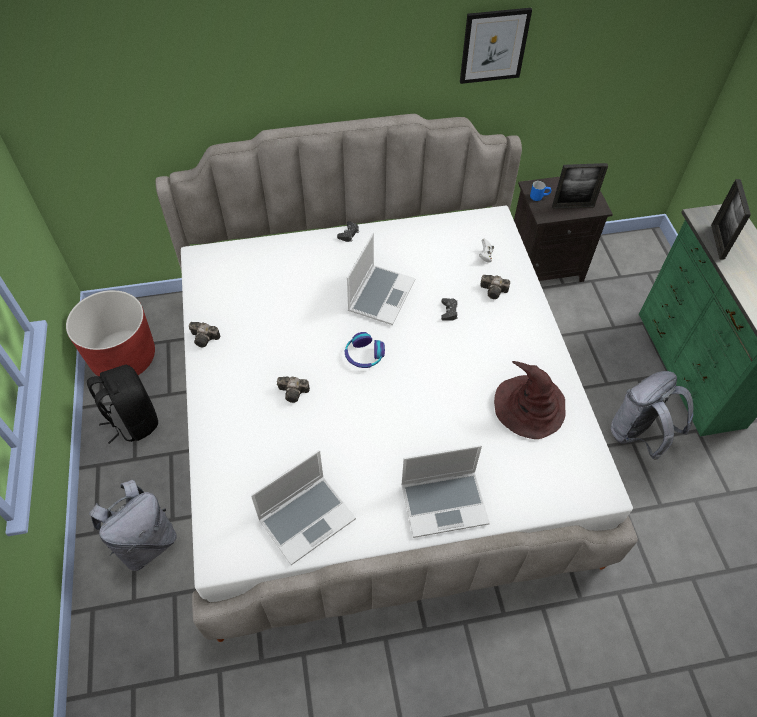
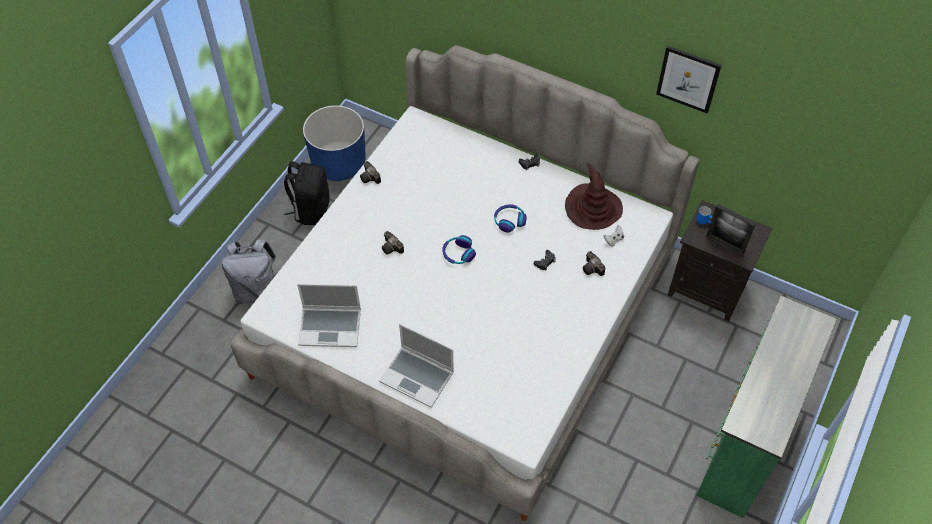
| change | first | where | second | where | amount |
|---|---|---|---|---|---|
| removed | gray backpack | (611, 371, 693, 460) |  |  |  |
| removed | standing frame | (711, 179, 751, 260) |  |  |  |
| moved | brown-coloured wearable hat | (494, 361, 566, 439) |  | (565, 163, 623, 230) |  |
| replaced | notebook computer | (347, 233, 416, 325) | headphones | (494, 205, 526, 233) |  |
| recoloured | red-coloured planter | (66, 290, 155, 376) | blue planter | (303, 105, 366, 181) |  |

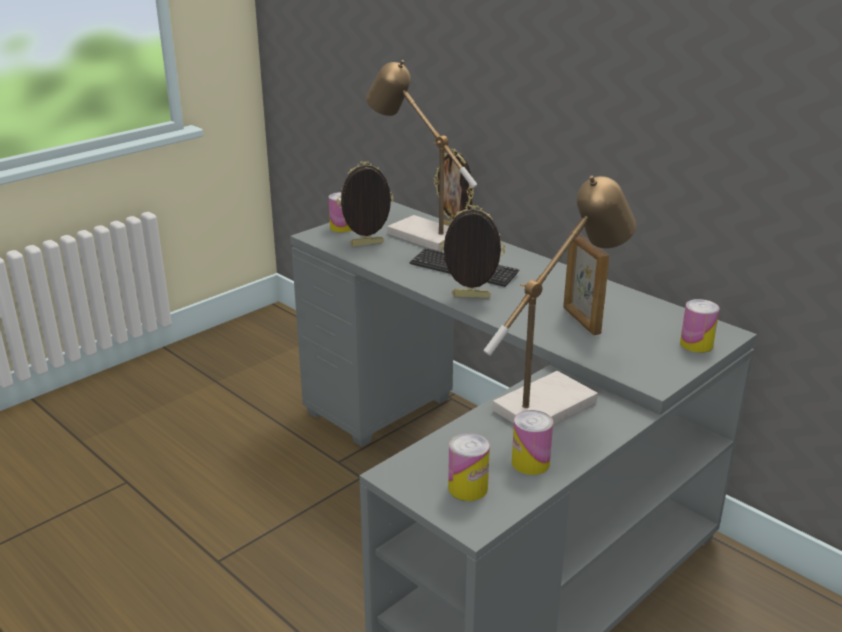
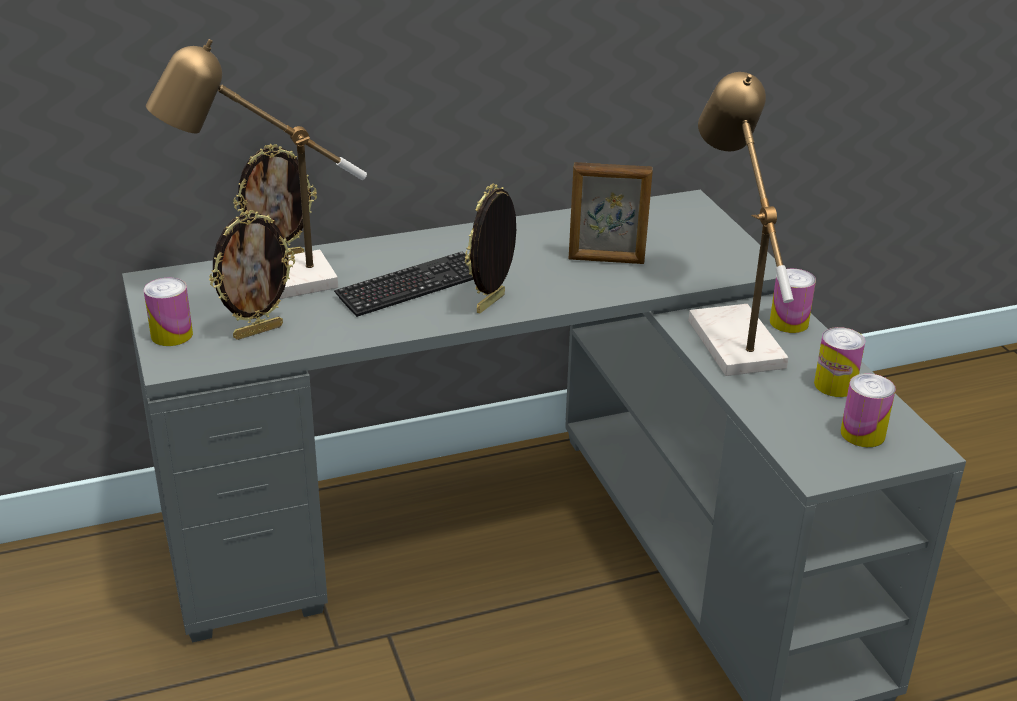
| change | first | where | second | where | amount |
|---|---|---|---|---|---|
| moved | metal can | (680, 299, 720, 353) |  | (770, 269, 816, 333) |  |
| turned | standing frame | (337, 161, 394, 246) |  | (209, 210, 295, 340) | 135 degrees counterclockwise |

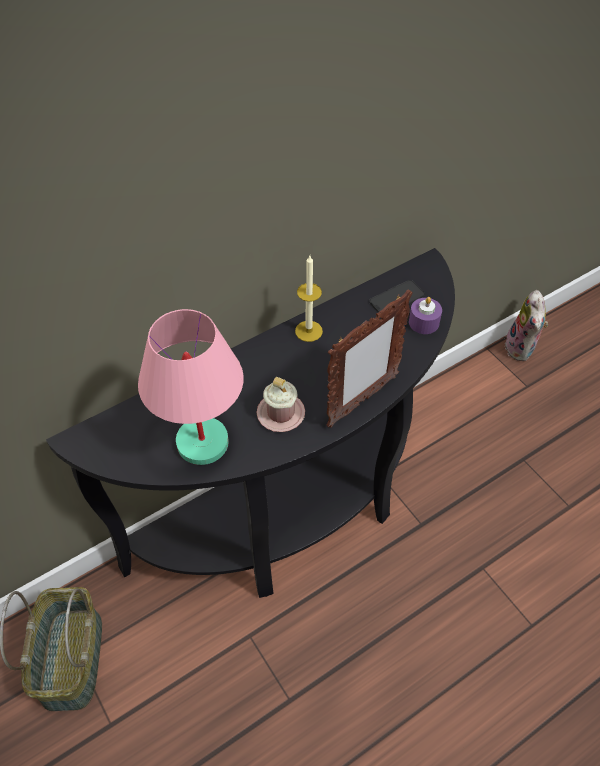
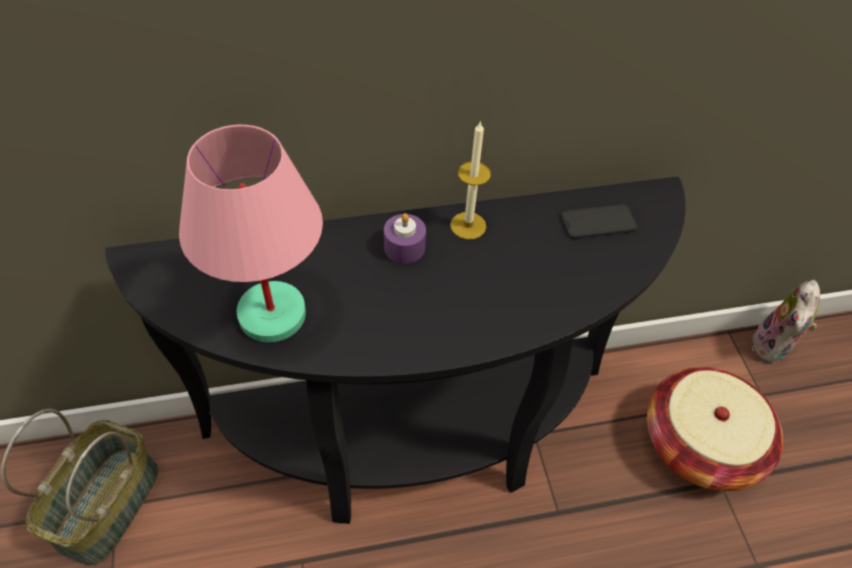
| change | first | where | second | where | amount |
|---|---|---|---|---|---|
| removed | pink mug | (257, 377, 305, 432) |  |  |  |
| removed | standing frame | (326, 289, 413, 427) |  |  |  |
| added |  |  | storage basket | (647, 367, 783, 491) |  |
| moved | purple wax candle | (409, 297, 442, 334) |  | (384, 213, 426, 264) |  |

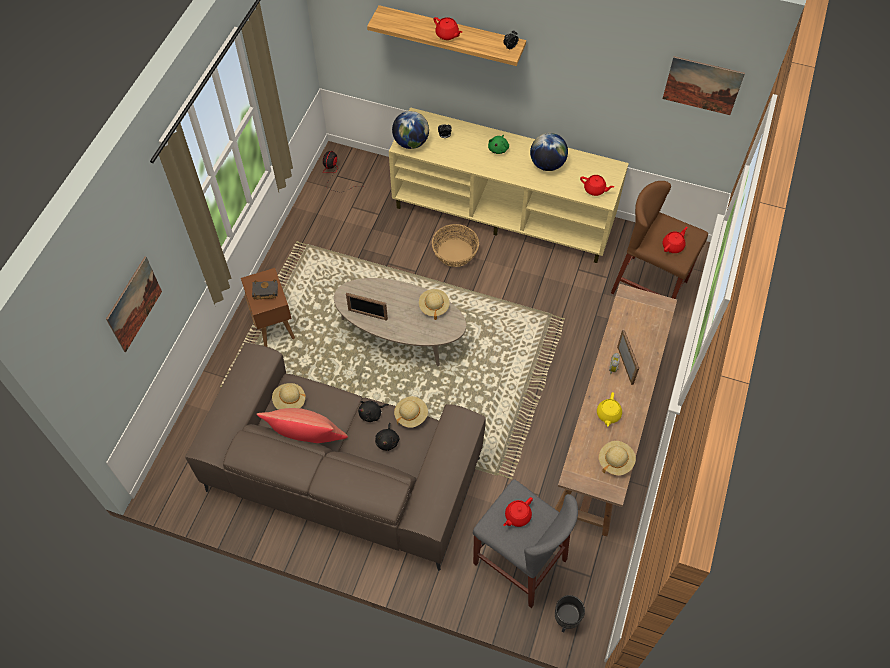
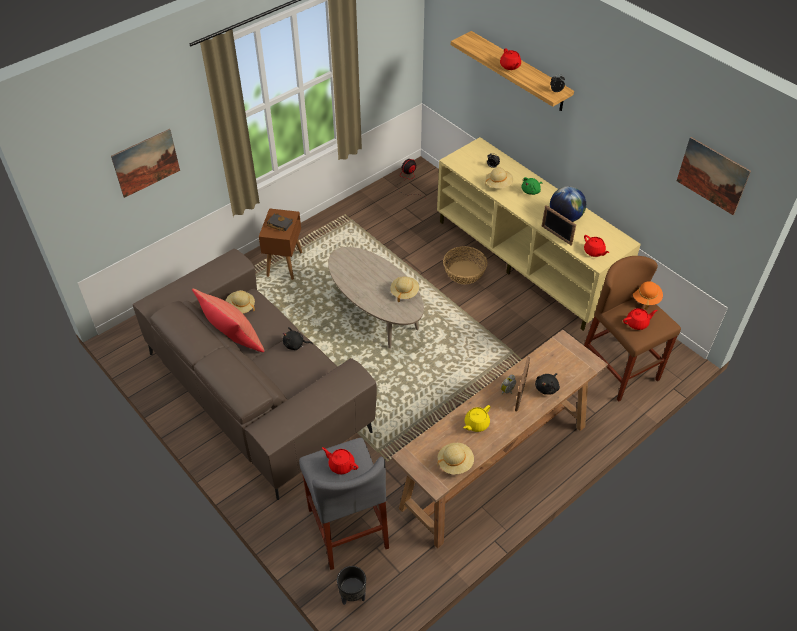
| change | first | where | second | where | amount |
|---|---|---|---|---|---|
| removed | desk globe | (392, 111, 429, 149) |  |  |  |
| added |  |  | orange wearable hat | (633, 281, 663, 310) |  |
| moved | standing frame | (346, 293, 388, 320) |  | (542, 205, 576, 245) |  |
| moved | black-coloured soft toy | (375, 423, 400, 451) |  | (535, 373, 560, 395) |  |
| moved | sand-coloured wearable hat | (394, 396, 428, 428) |  | (485, 168, 513, 189) |  |
| turned | red-coloured tea pot | (503, 497, 533, 527) |  | (322, 447, 358, 474) | 45 degrees clockwise |

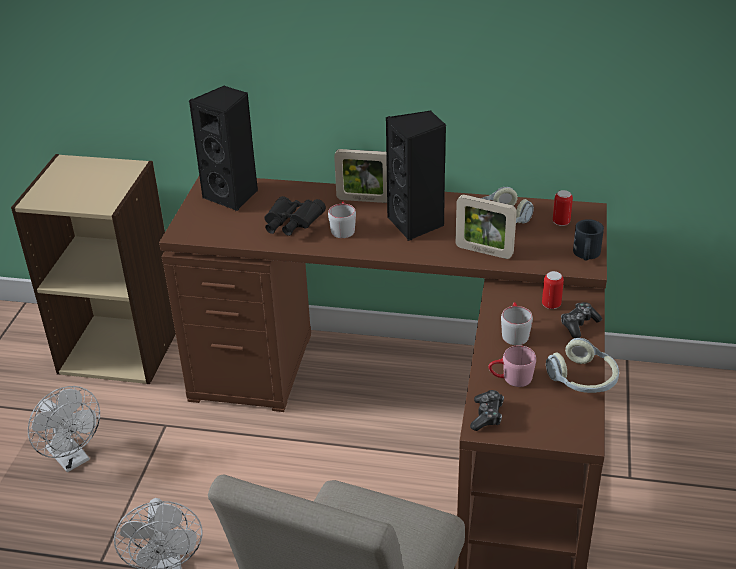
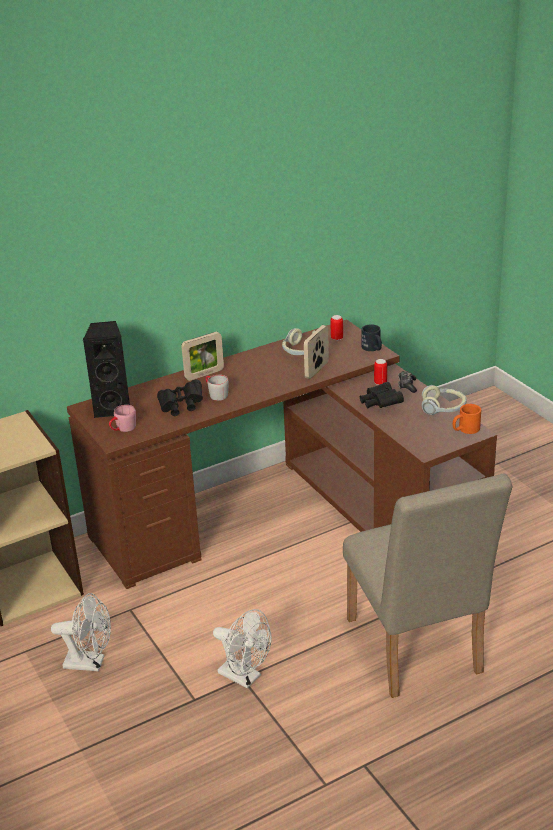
| change | first | where | second | where | amount |
|---|---|---|---|---|---|
| removed | black-coloured loudspeaker | (386, 110, 447, 241) |  |  |  |
| removed | joypad | (470, 390, 504, 431) |  |  |  |
| added |  |  | orange mug | (453, 404, 481, 434) |  |
| moved | pink mug | (489, 345, 536, 387) |  | (109, 405, 136, 432) |  |
| replaced | gray mug | (501, 302, 533, 345) | black-coloured pair of binoculars | (360, 382, 404, 408) |  |
| turned | standing frame | (455, 195, 517, 259) |  | (304, 325, 329, 379) | 135 degrees clockwise |

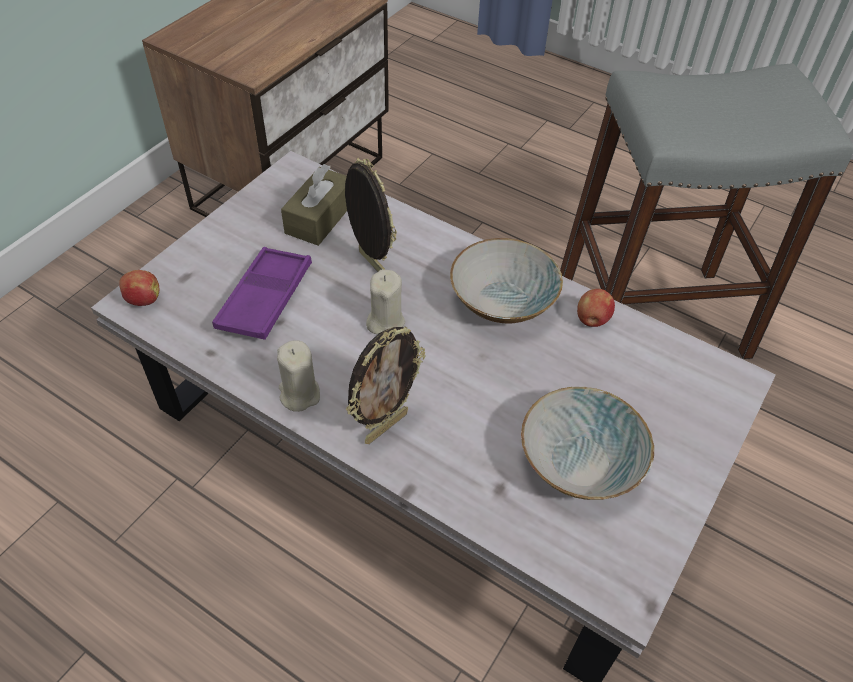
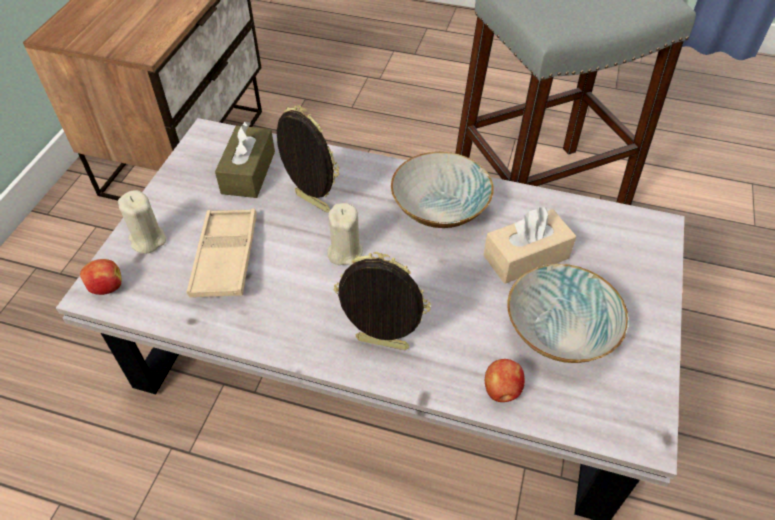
| change | first | where | second | where | amount |
|---|---|---|---|---|---|
| added |  |  | sand-coloured tissue box | (483, 207, 577, 284) |  |
| moved | sand-coloured wax candle | (277, 340, 320, 412) |  | (118, 190, 166, 254) |  |
| moved | apple | (577, 289, 615, 327) |  | (485, 359, 525, 402) |  |
| recoloured | purple carrying tray | (212, 247, 312, 340) | sand-coloured carrying tray | (187, 208, 257, 297) |  |
| turned | standing frame | (346, 326, 425, 444) |  | (334, 252, 431, 350) | 105 degrees counterclockwise |

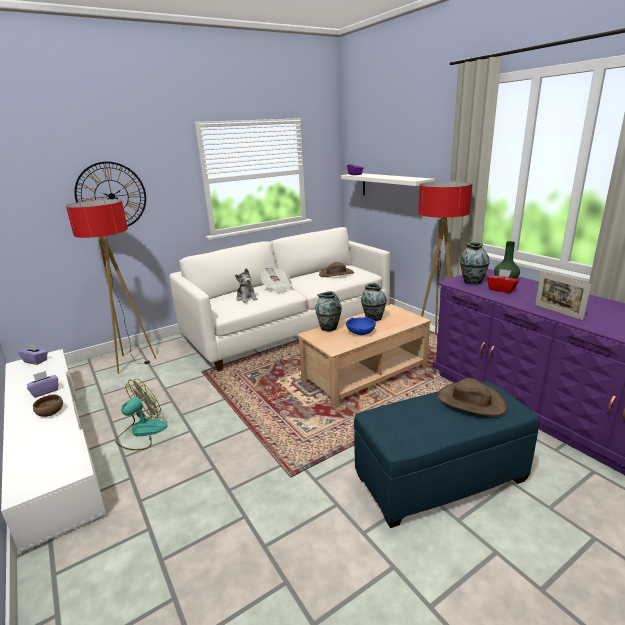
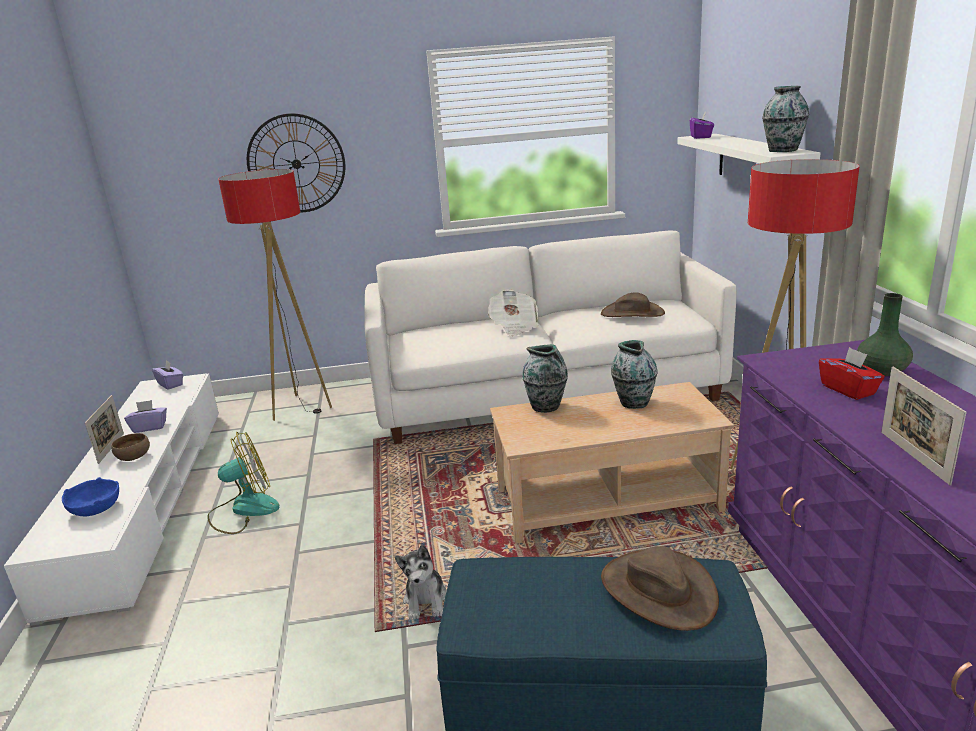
| change | first | where | second | where | amount |
|---|---|---|---|---|---|
| added |  |  | standing frame | (85, 395, 124, 464) |  |
| moved | soft toy | (235, 268, 257, 303) |  | (395, 545, 447, 620) |  |
| moved | blue serving bowl | (346, 317, 376, 335) |  | (62, 477, 119, 516) |  |
| moved | flower vase | (460, 242, 490, 285) |  | (762, 86, 809, 152) |  |

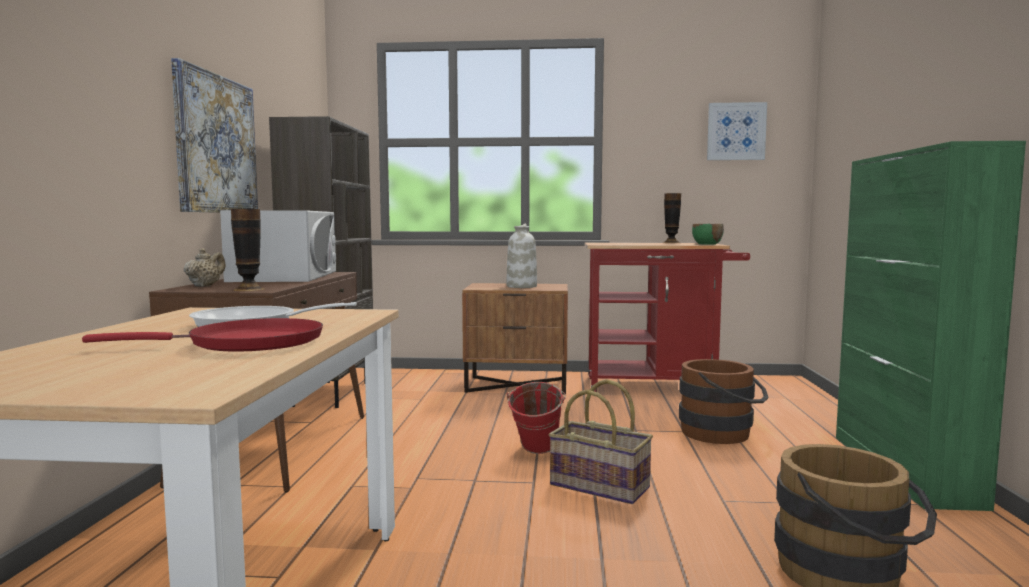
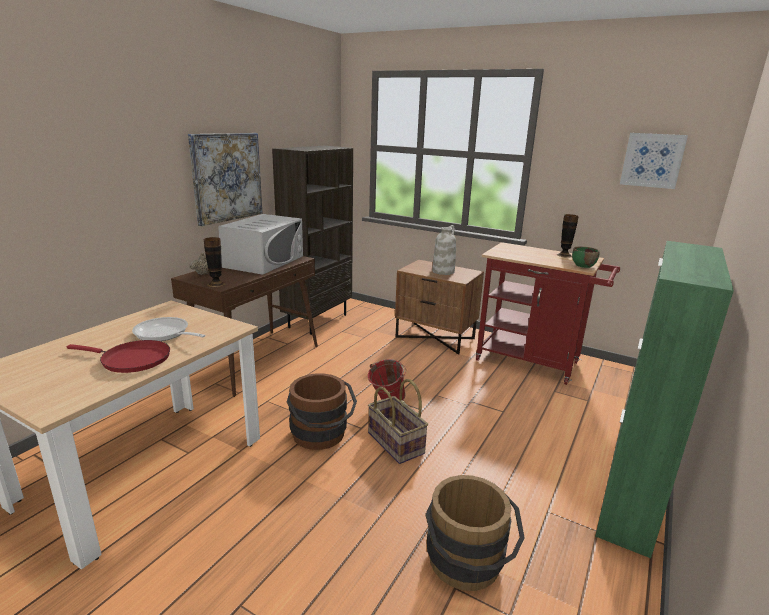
| change | first | where | second | where | amount |
|---|---|---|---|---|---|
| moved | brown-coloured bucket | (679, 359, 768, 444) |  | (287, 373, 357, 450) |  |

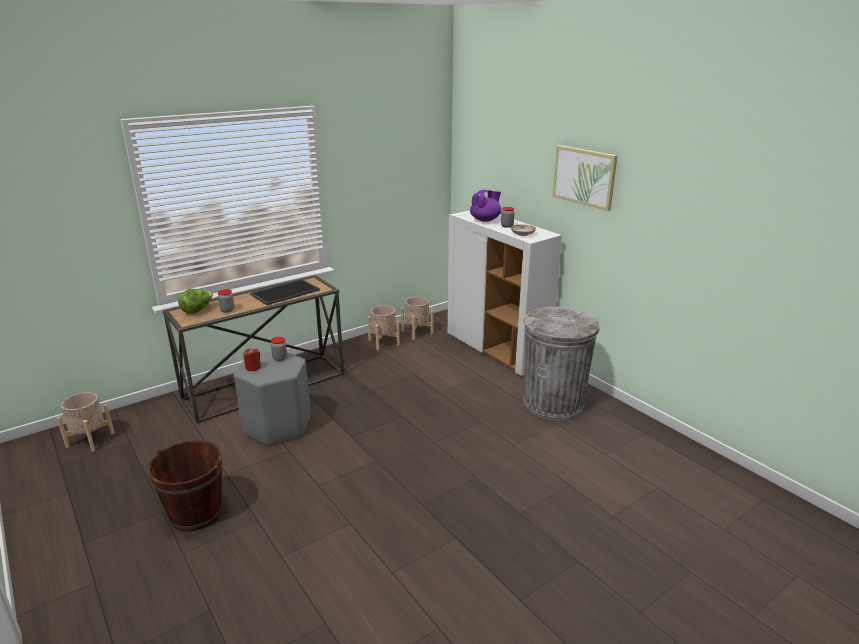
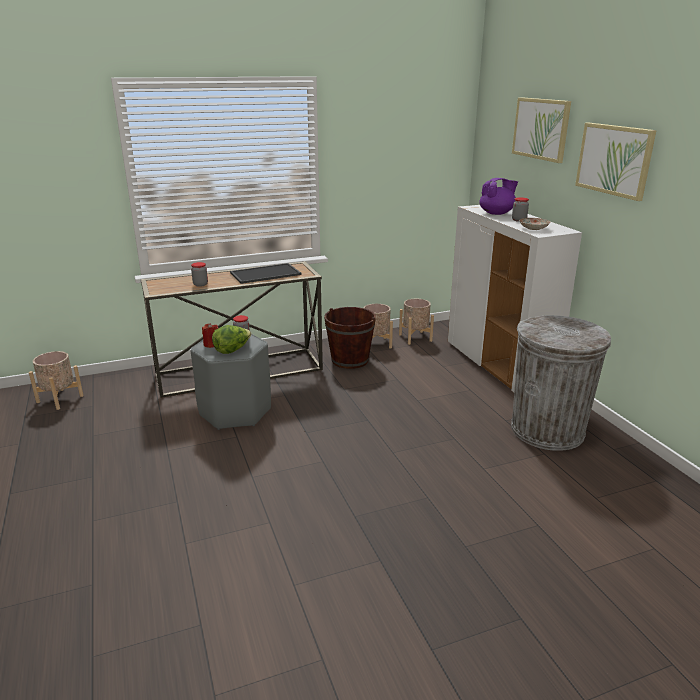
| change | first | where | second | where | amount |
|---|---|---|---|---|---|
| added |  |  | wall picture | (512, 97, 571, 163) |  |
| moved | brown-coloured bucket | (147, 440, 222, 532) |  | (324, 307, 376, 369) |  |
| moved | head of lettuce | (178, 289, 213, 314) |  | (212, 325, 252, 354) |  |

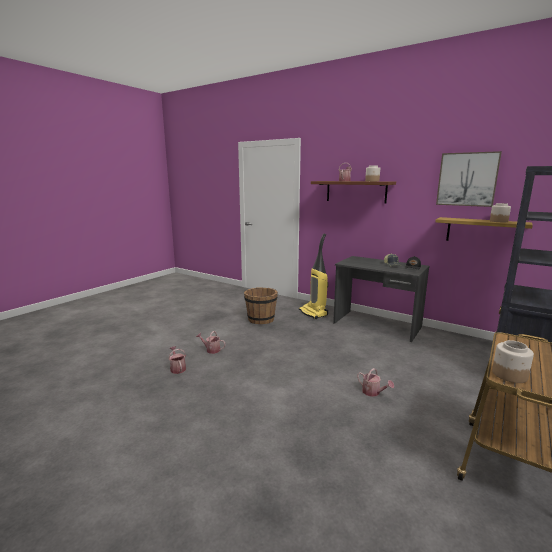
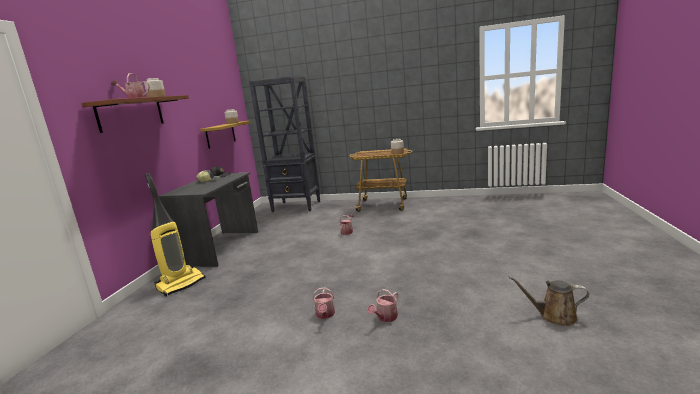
| change | first | where | second | where | amount |
|---|---|---|---|---|---|
| removed | brown-coloured bucket | (244, 287, 278, 324) |  |  |  |
| removed | wall picture | (436, 151, 502, 207) |  |  |  |
| added |  |  | brown-coloured watering pot | (509, 276, 589, 326) |  |

